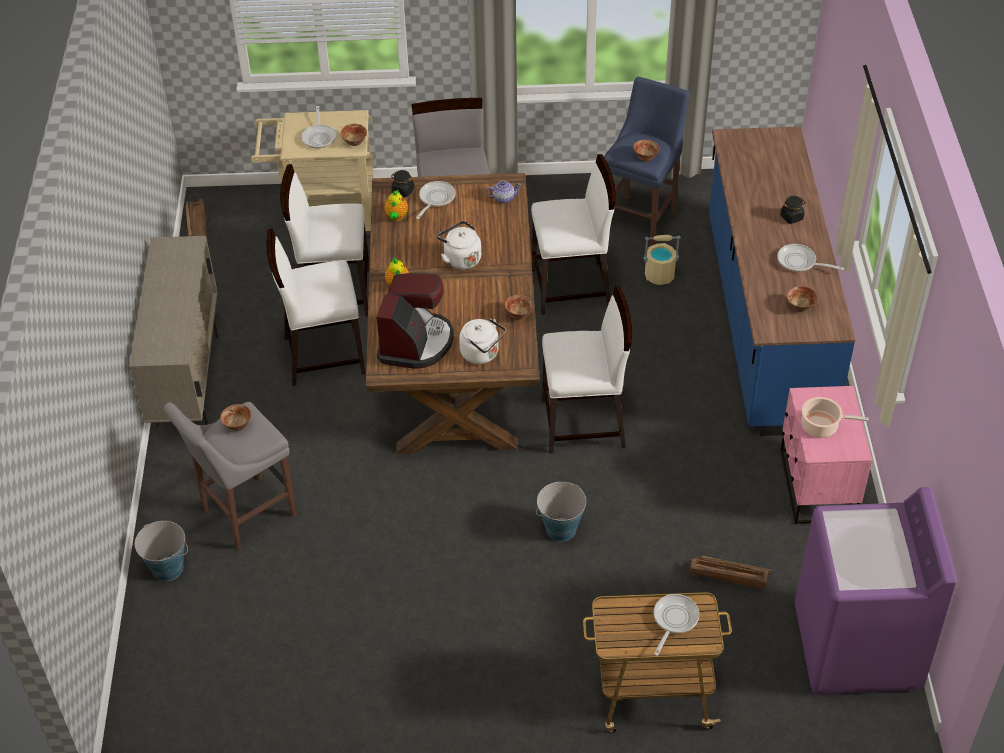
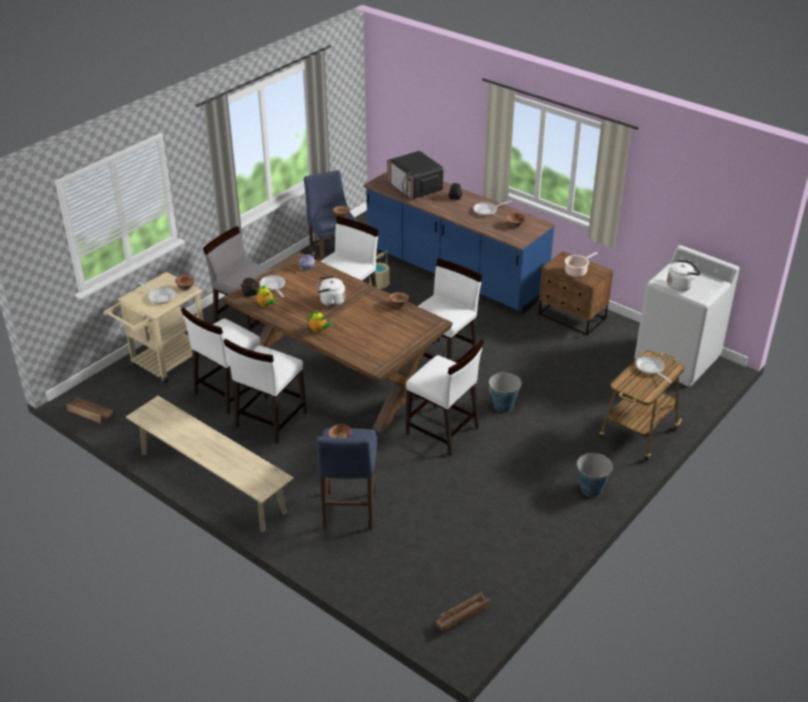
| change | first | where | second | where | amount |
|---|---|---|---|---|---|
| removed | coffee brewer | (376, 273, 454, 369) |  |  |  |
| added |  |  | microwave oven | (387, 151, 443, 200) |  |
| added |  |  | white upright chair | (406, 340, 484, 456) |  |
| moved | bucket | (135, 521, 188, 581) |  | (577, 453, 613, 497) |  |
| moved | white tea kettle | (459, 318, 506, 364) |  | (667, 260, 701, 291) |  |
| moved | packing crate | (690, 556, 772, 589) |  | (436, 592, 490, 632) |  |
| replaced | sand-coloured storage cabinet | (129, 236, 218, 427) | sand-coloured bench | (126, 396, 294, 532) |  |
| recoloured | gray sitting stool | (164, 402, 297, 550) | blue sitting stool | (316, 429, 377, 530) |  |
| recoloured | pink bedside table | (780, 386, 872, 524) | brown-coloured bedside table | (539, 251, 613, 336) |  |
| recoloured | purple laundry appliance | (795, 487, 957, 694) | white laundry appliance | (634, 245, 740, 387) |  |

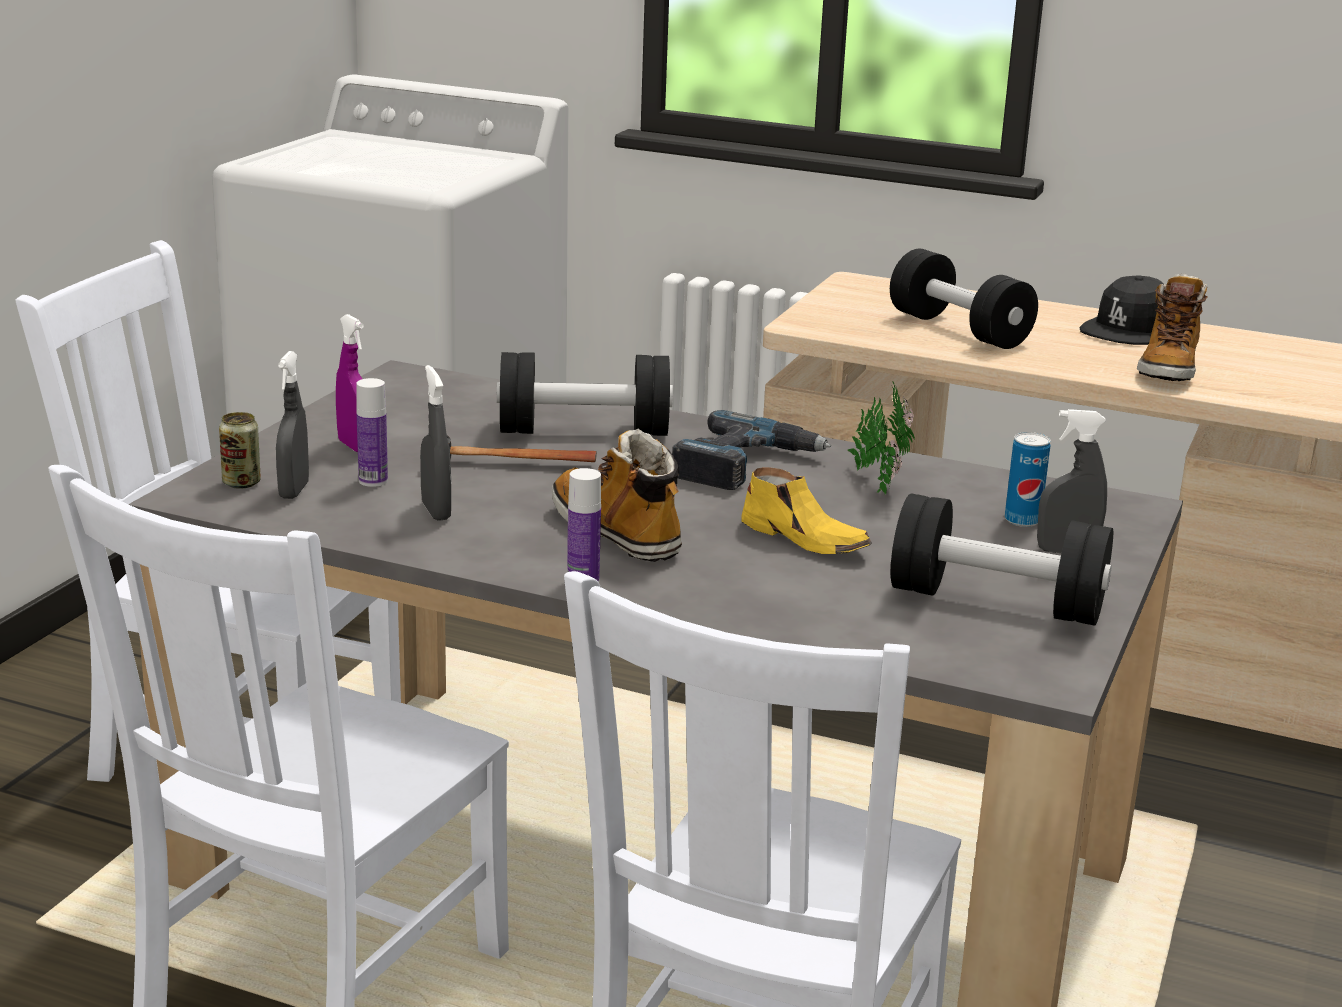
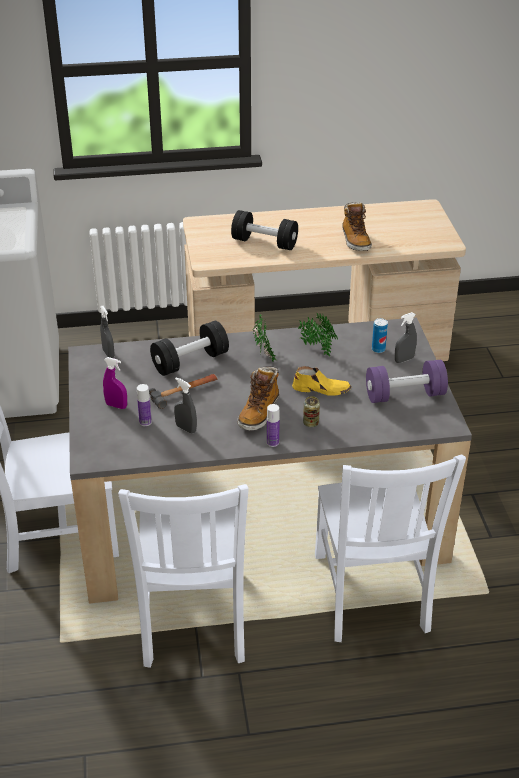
| change | first | where | second | where | amount |
|---|---|---|---|---|---|
| removed | black-coloured baseball cap | (1080, 275, 1164, 345) |  |  |  |
| moved | metal can | (219, 412, 261, 489) |  | (303, 396, 320, 427) |  |
| moved | gray sprayer | (276, 351, 309, 499) |  | (100, 306, 115, 358) |  |
| replaced | electric drill | (672, 410, 831, 490) | houseplant | (253, 314, 278, 361) |  |
| recoloured | black-coloured hand weight | (891, 494, 1113, 626) | purple hand weight | (366, 360, 448, 403) |  |
| turned | boot | (552, 429, 682, 562) |  | (238, 366, 279, 431) | 90 degrees counterclockwise |

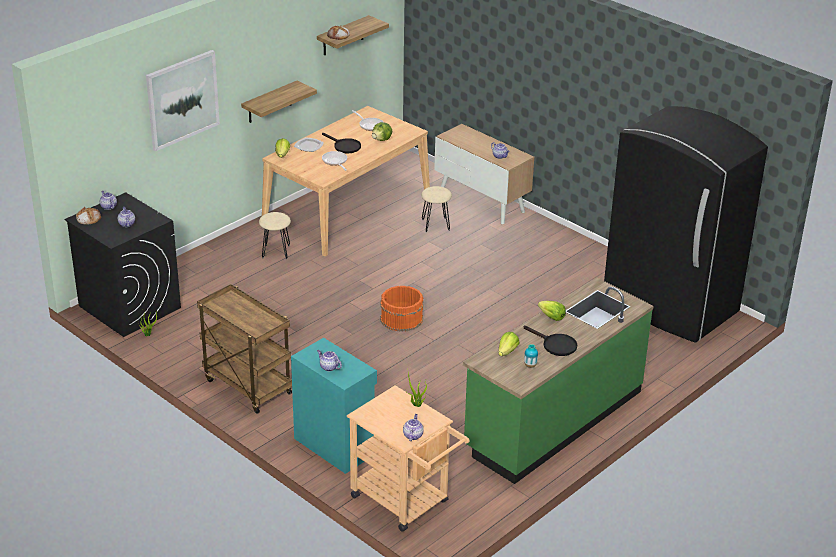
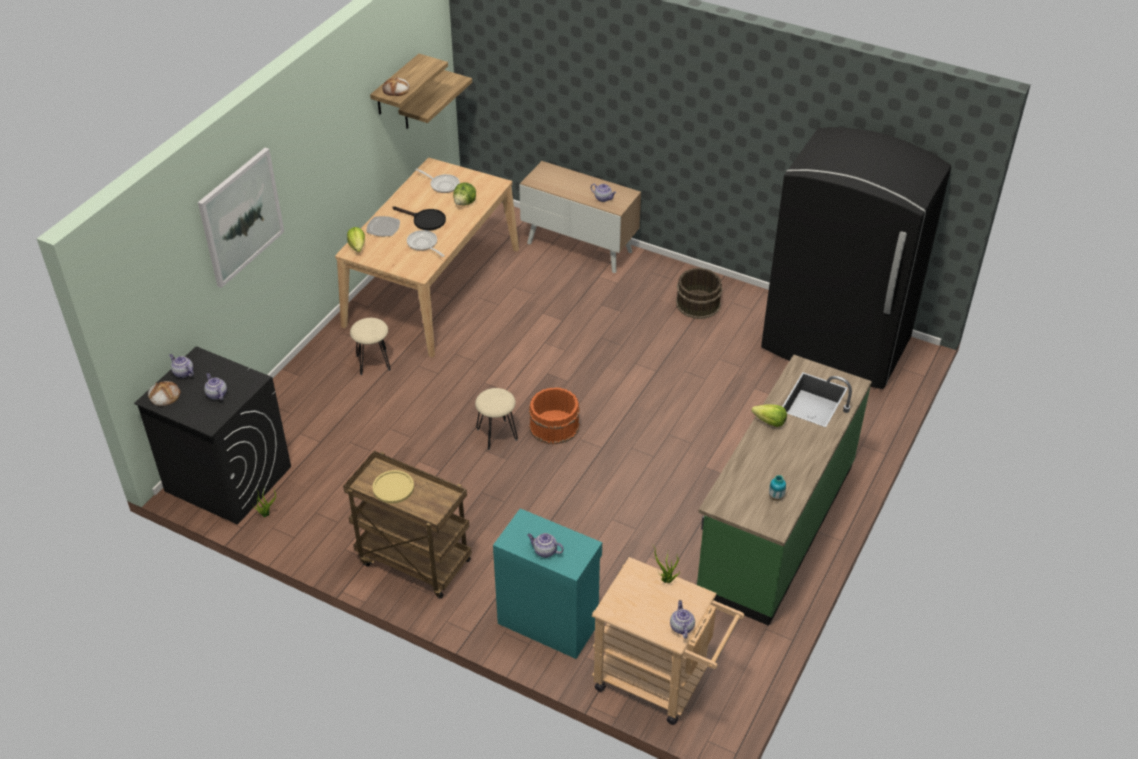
| change | first | where | second | where | amount |
|---|---|---|---|---|---|
| removed | head of lettuce | (498, 332, 519, 356) |  |  |  |
| removed | black-coloured frying pan | (524, 326, 577, 356) |  |  |  |
| added |  |  | yellowish flat dish | (372, 470, 414, 504) |  |
| added |  |  | brown-coloured bucket | (676, 268, 722, 319) |  |
| moved | bracket shelf | (241, 81, 317, 123) |  | (398, 70, 472, 129) |  |
| moved | sand-coloured sitting stool | (421, 186, 452, 232) |  | (475, 388, 518, 450) |  |

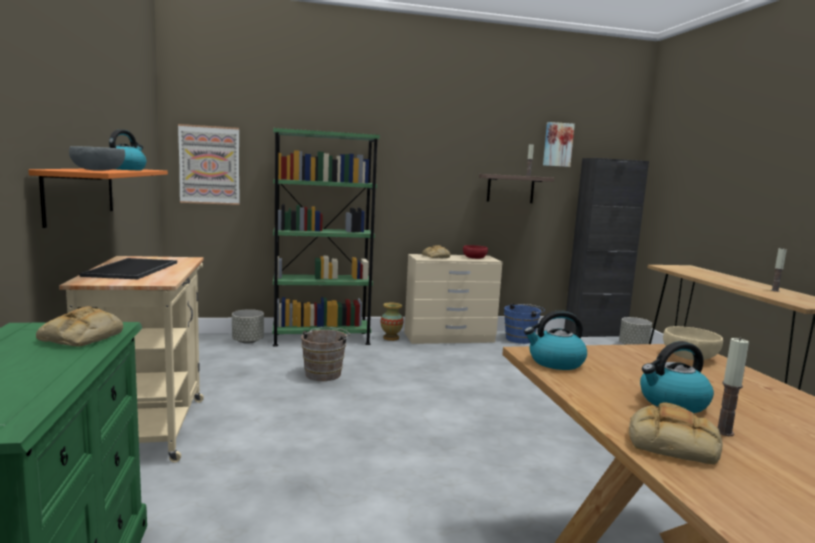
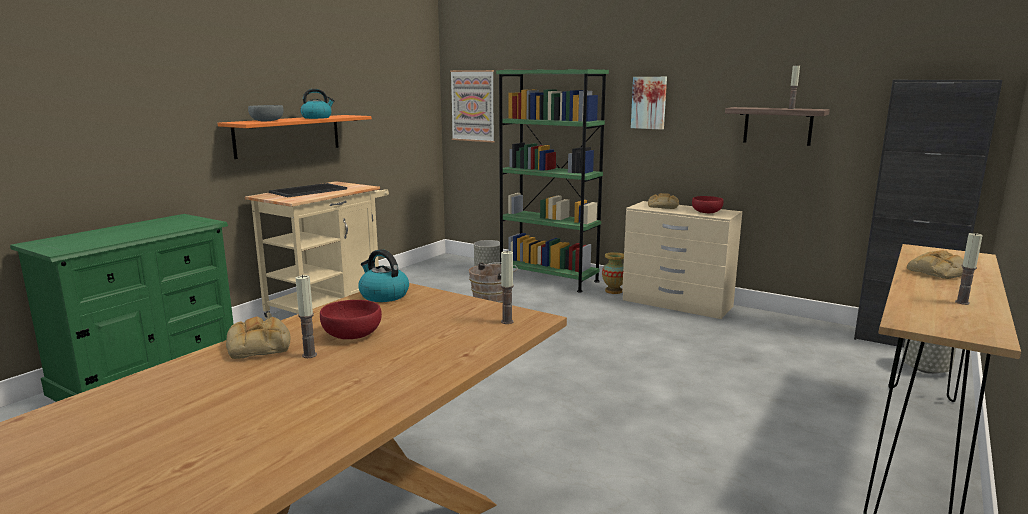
| change | first | where | second | where | amount |
|---|---|---|---|---|---|
| removed | blue bucket | (504, 303, 545, 344) |  |  |  |
| moved | bread | (36, 306, 123, 346) |  | (907, 250, 964, 279) |  |
| moved | wall picture | (543, 122, 575, 167) |  | (631, 77, 667, 130) |  |
| replaced | tea kettle | (640, 341, 714, 413) | red-coloured serving bowl | (320, 300, 382, 339) |  |
| replaced | sand-coloured serving bowl | (663, 326, 723, 360) | wax candle | (501, 250, 514, 324) |  |

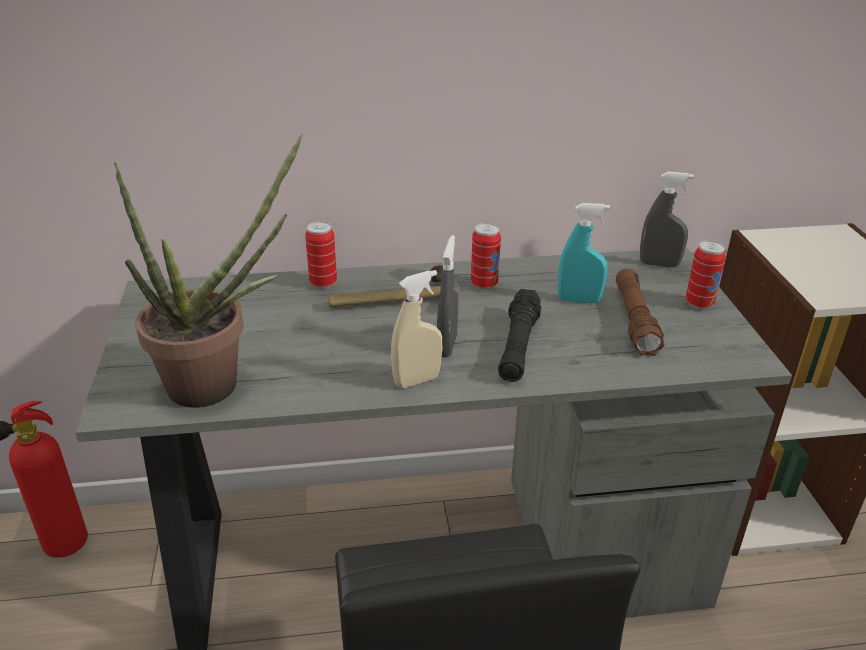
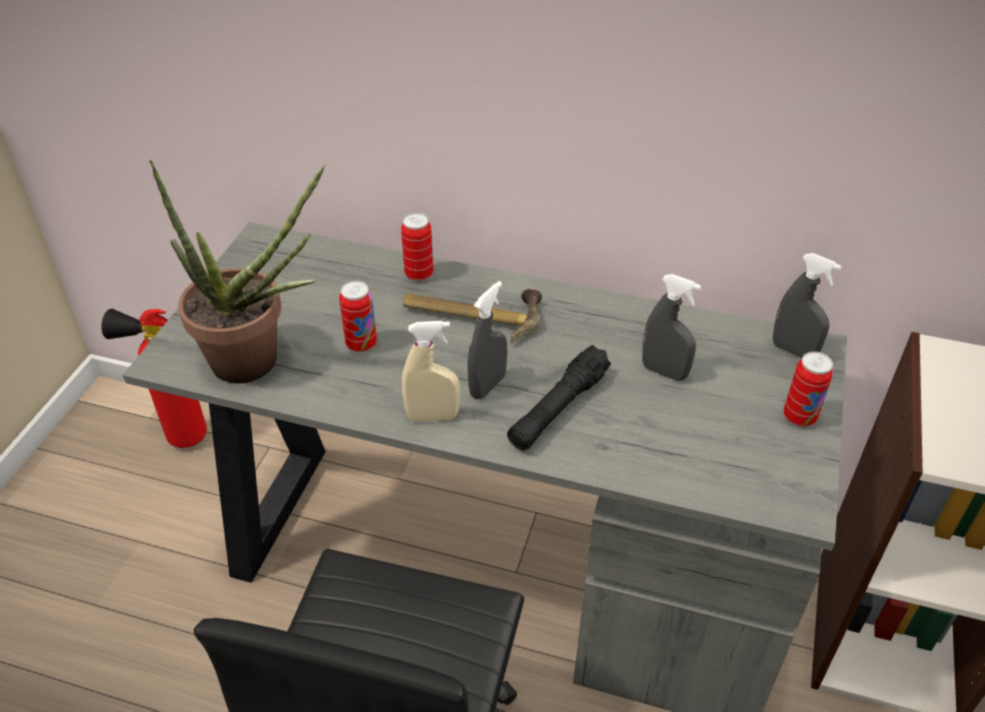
| change | first | where | second | where | amount |
|---|---|---|---|---|---|
| removed | brown-coloured flashlight | (616, 269, 664, 356) |  |  |  |
| moved | metal can | (471, 223, 501, 290) |  | (339, 281, 377, 352) |  |
| recoloured | turquoise-coloured sprayer | (558, 203, 610, 303) | gray sprayer | (642, 274, 701, 381) |  |

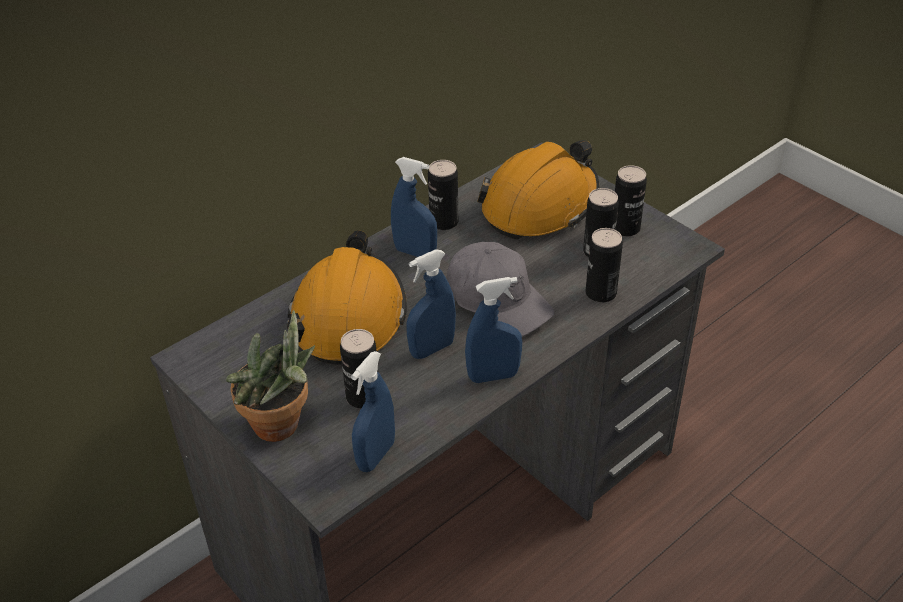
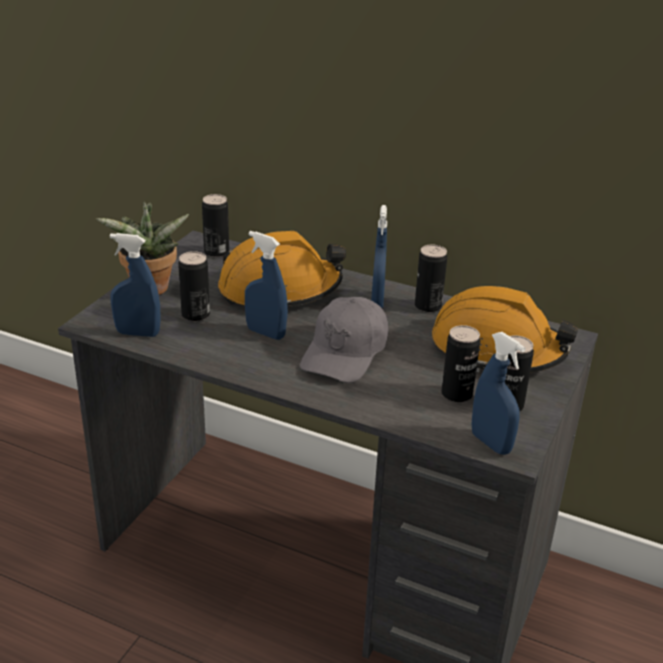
| change | first | where | second | where | amount |
|---|---|---|---|---|---|
| moved | blue sprayer | (465, 277, 522, 383) |  | (471, 332, 526, 455) |  |
| moved | metal can | (586, 228, 623, 302) |  | (202, 194, 229, 257) |  |

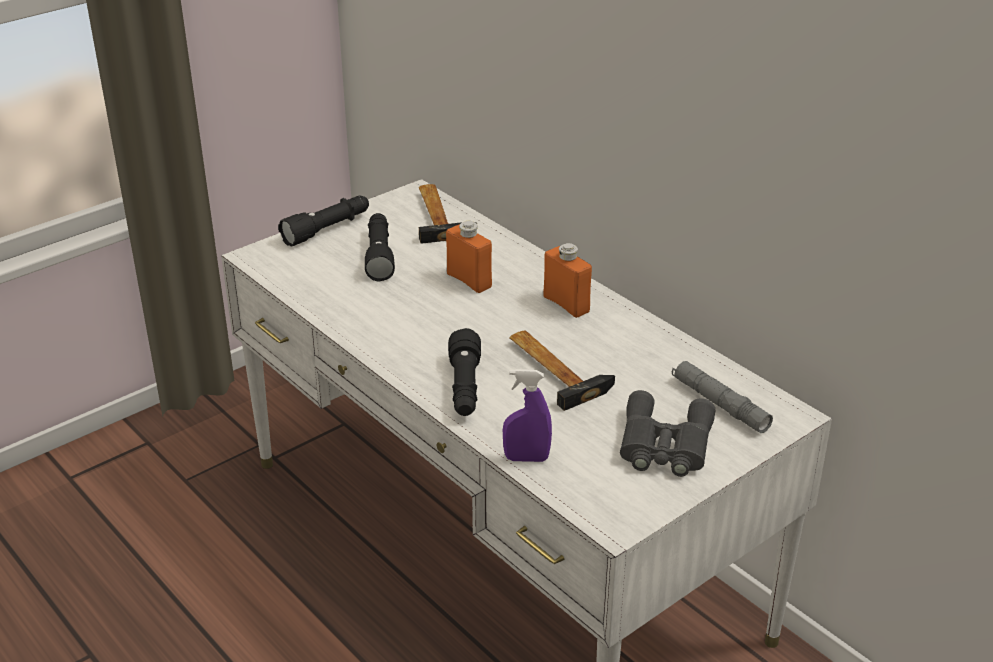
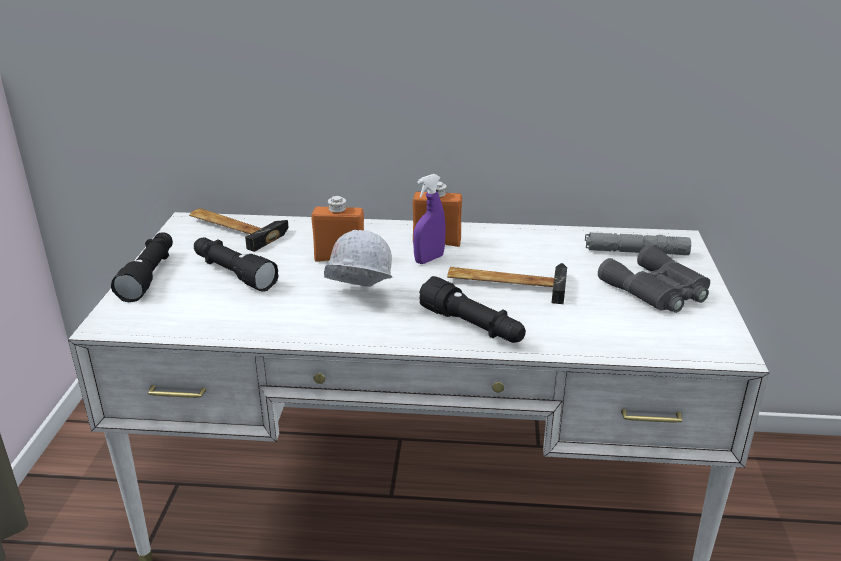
| change | first | where | second | where | amount |
|---|---|---|---|---|---|
| added |  |  | white safety helmet | (324, 230, 393, 287) |  |
| moved | purple sprayer | (503, 369, 552, 462) |  | (413, 174, 446, 264) |  |

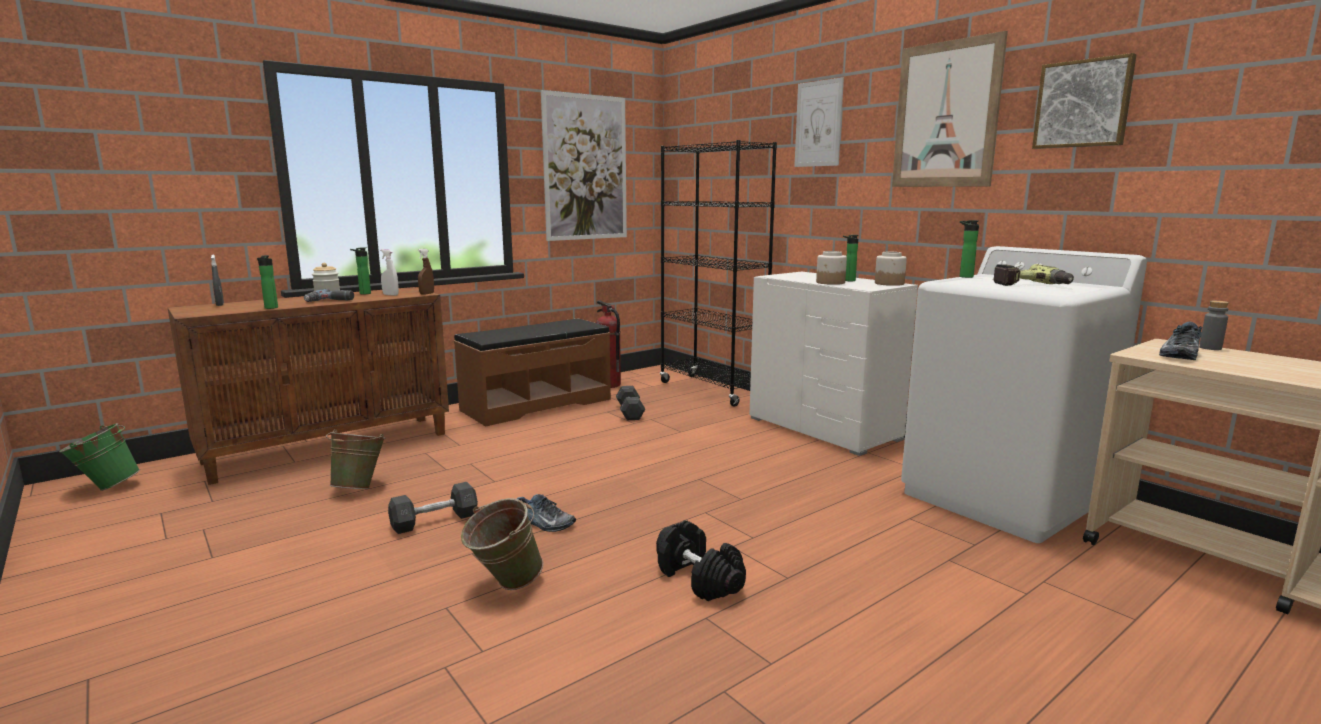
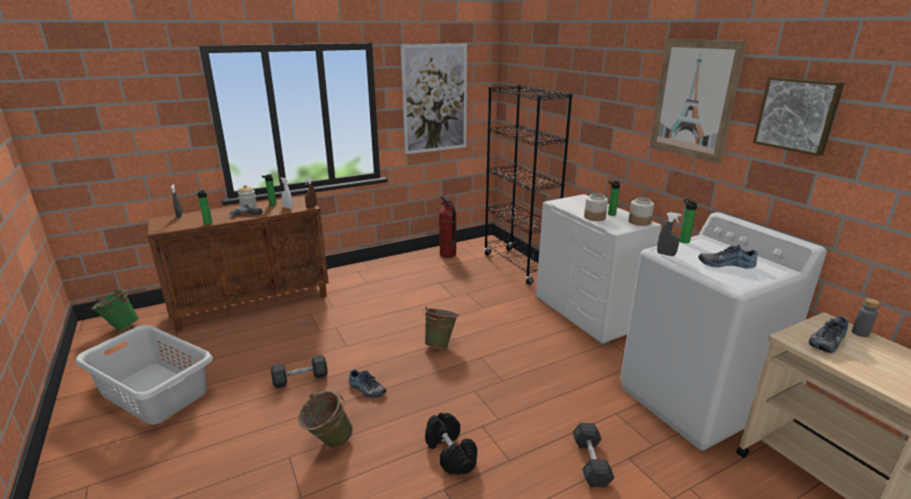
| change | first | where | second | where | amount |
|---|---|---|---|---|---|
| removed | brown-coloured bench | (454, 319, 611, 426) |  |  |  |
| removed | wall picture | (794, 77, 844, 167) |  |  |  |
| added |  |  | gray hamper | (76, 325, 213, 425) |  |
| added |  |  | gray sprayer | (657, 212, 682, 256) |  |
| moved | green bucket | (326, 429, 386, 489) |  | (423, 307, 458, 348) |  |
| moved | gray hand weight | (616, 386, 645, 420) |  | (573, 423, 614, 487) |  |
| replaced | electric drill | (993, 264, 1074, 286) | low shoe | (698, 245, 758, 269) |  |

